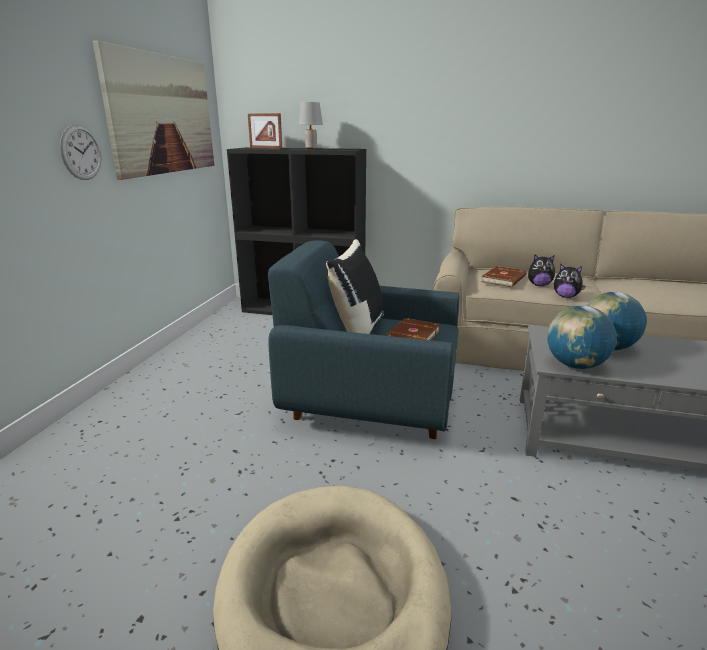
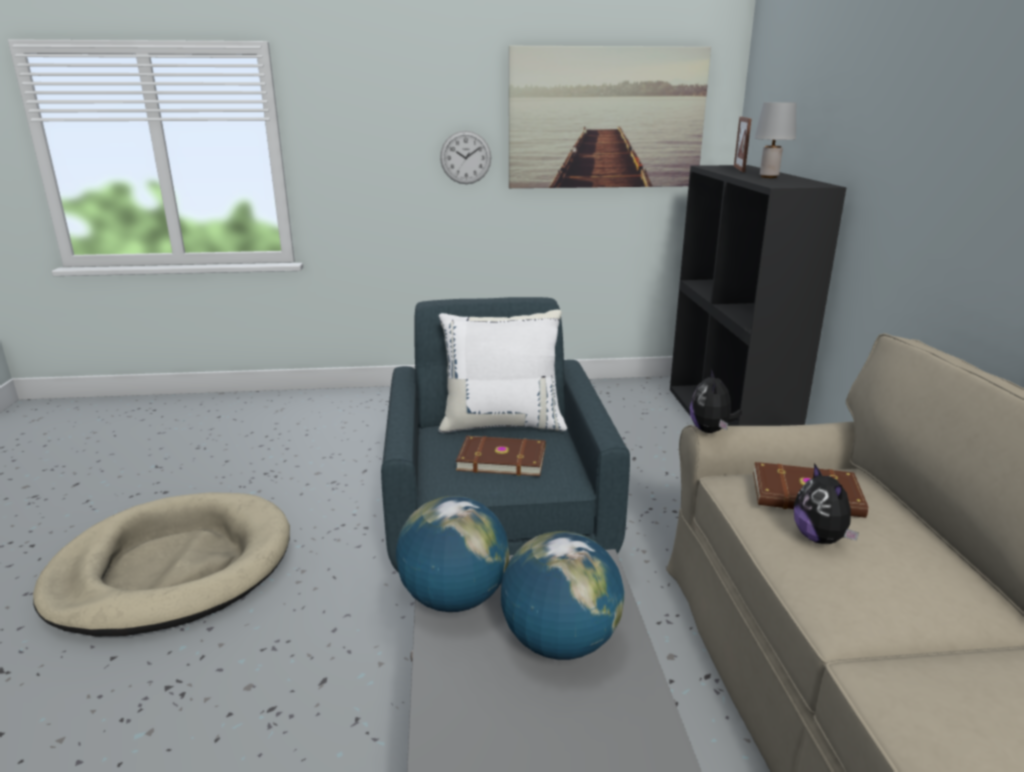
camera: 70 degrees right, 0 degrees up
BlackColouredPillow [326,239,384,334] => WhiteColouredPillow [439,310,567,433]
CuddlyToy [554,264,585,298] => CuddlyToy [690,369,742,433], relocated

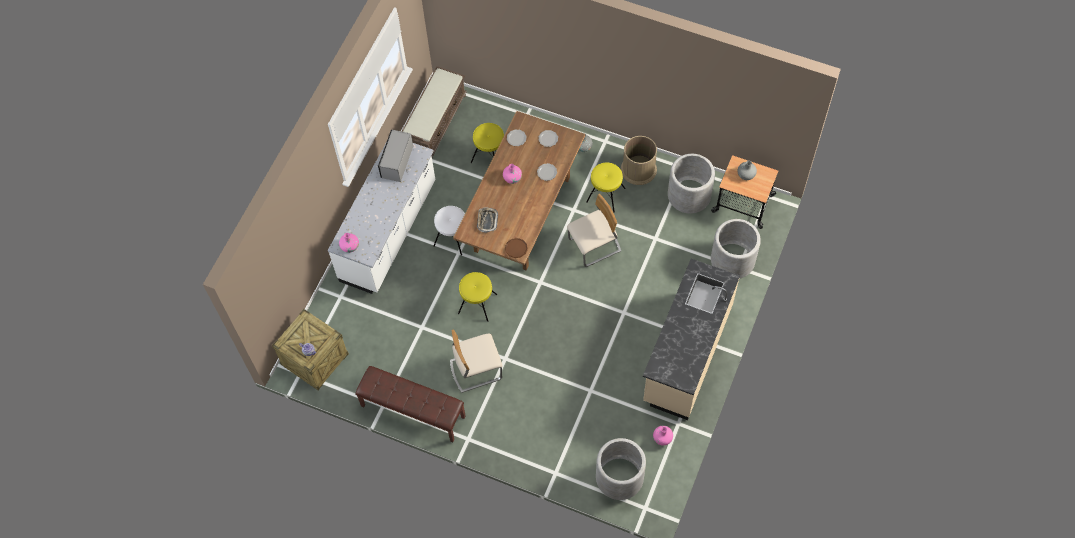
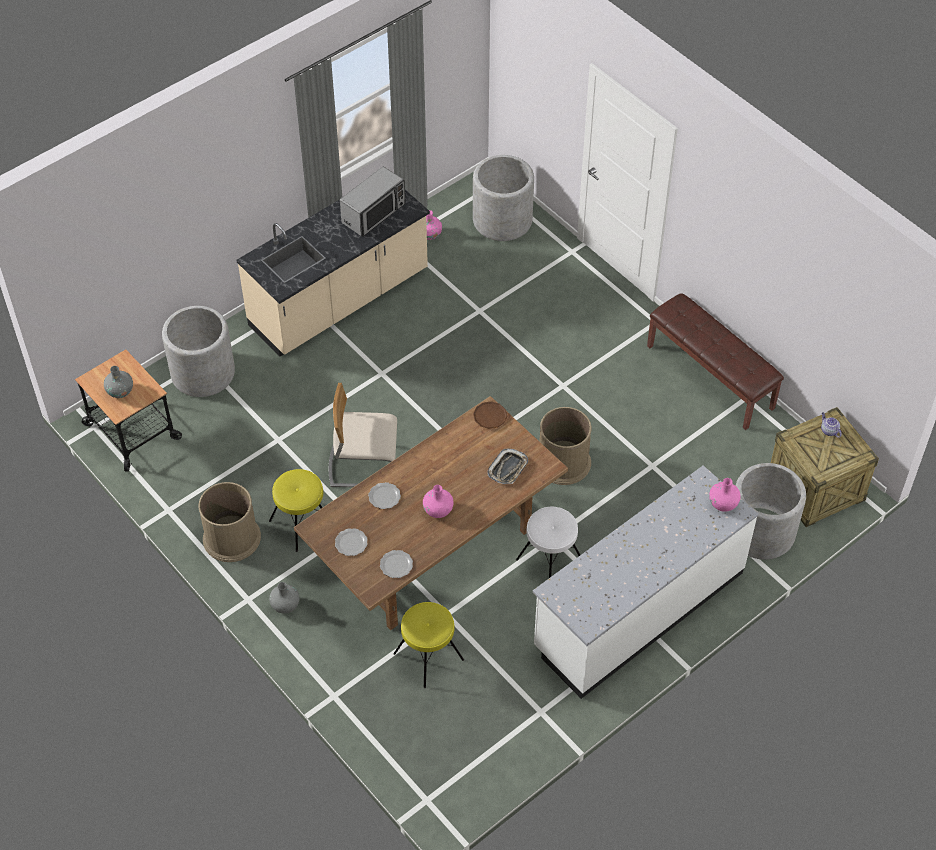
camera: 155 degrees left, 10 degrees down
MicrowaveOven [378,130,413,182] => MicrowaveOven [340,166,406,237], relocated
BrownLongSeat [402,66,467,157] => nothing
BeigeColouredChair [450,330,503,393] => nothing
YellowColouredSittingStool [458,272,497,322] => BrownRubbishBin [539,407,592,485]
GreyPlantPot [668,154,715,214] => GreyPlantPot [735,463,806,559], relocated

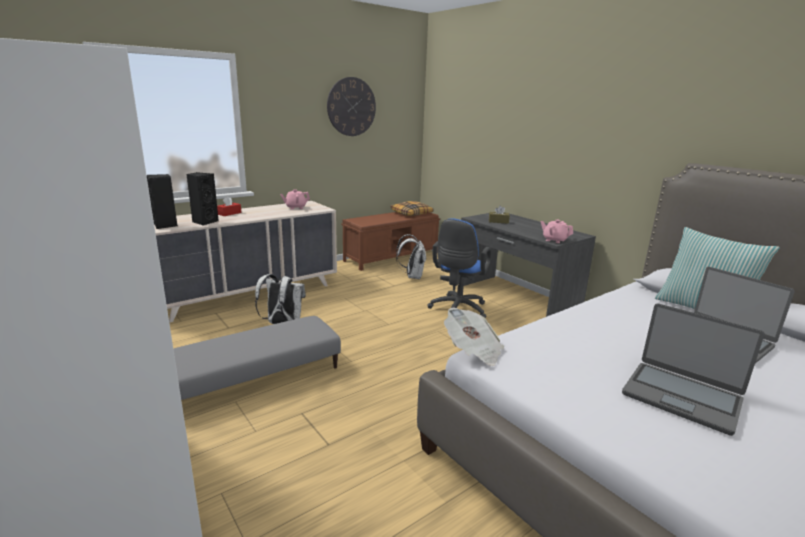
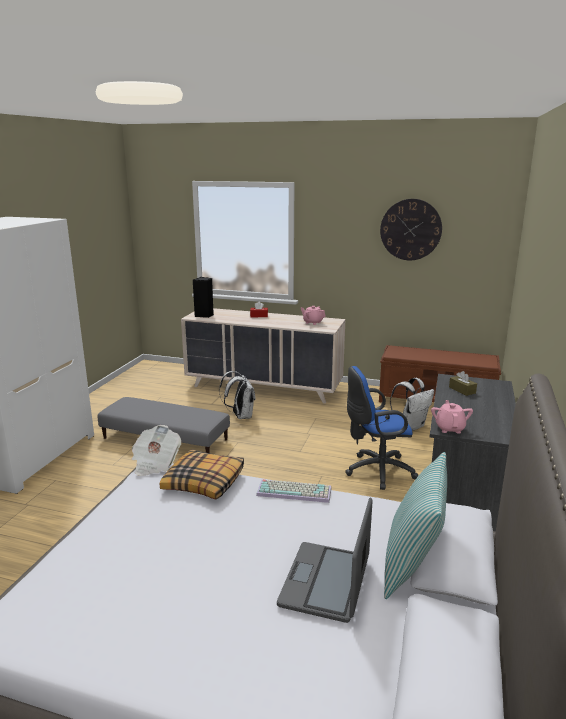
camera: 55 degrees right, 0 degrees up
BlackColouredAudioSpeaker [186,172,219,226] => nothing
Pillow [390,201,433,216] => Pillow [160,449,244,499], relocated
NotebookComputer [622,303,765,436] => nothing
nothing => Keyboard [256,479,331,503]

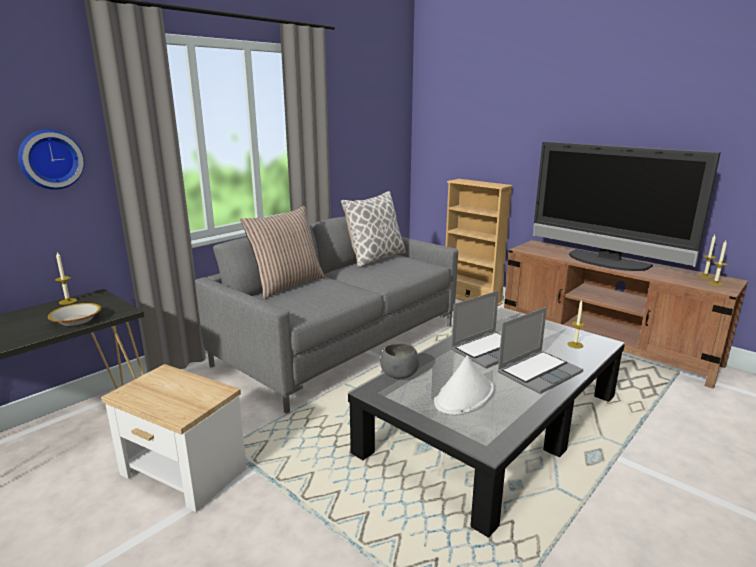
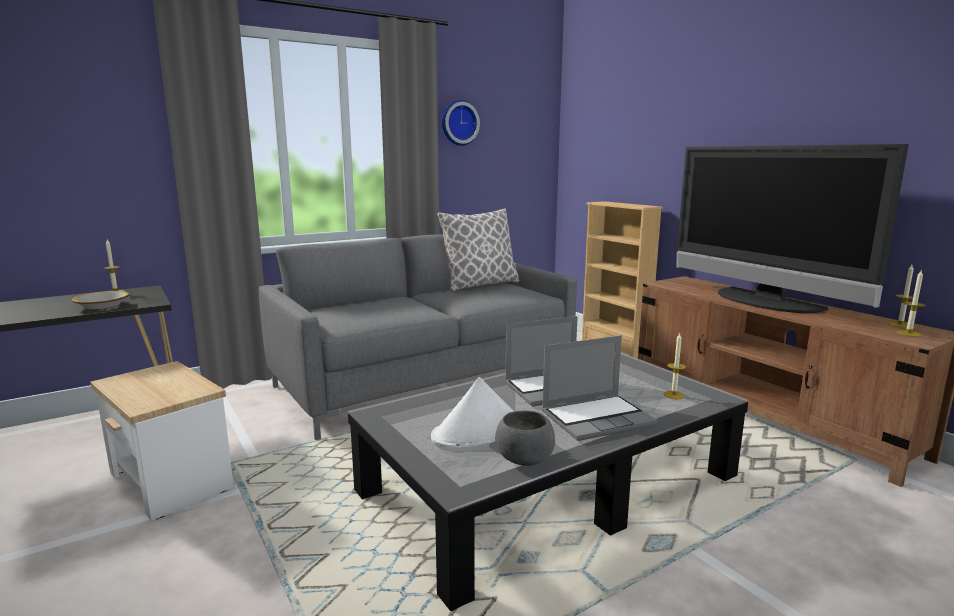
camera: 15 degrees right, 5 degrees down
HangingClock [18,129,85,190] => HangingClock [442,100,480,146], relocated
Pillow [240,206,325,299] => nothing
GreyBowl [380,343,419,379] => GreyBowl [495,410,555,466], relocated

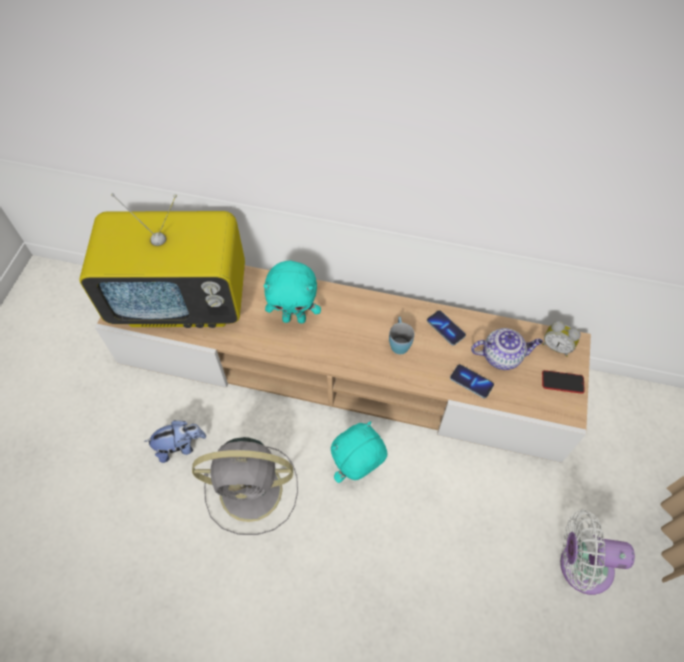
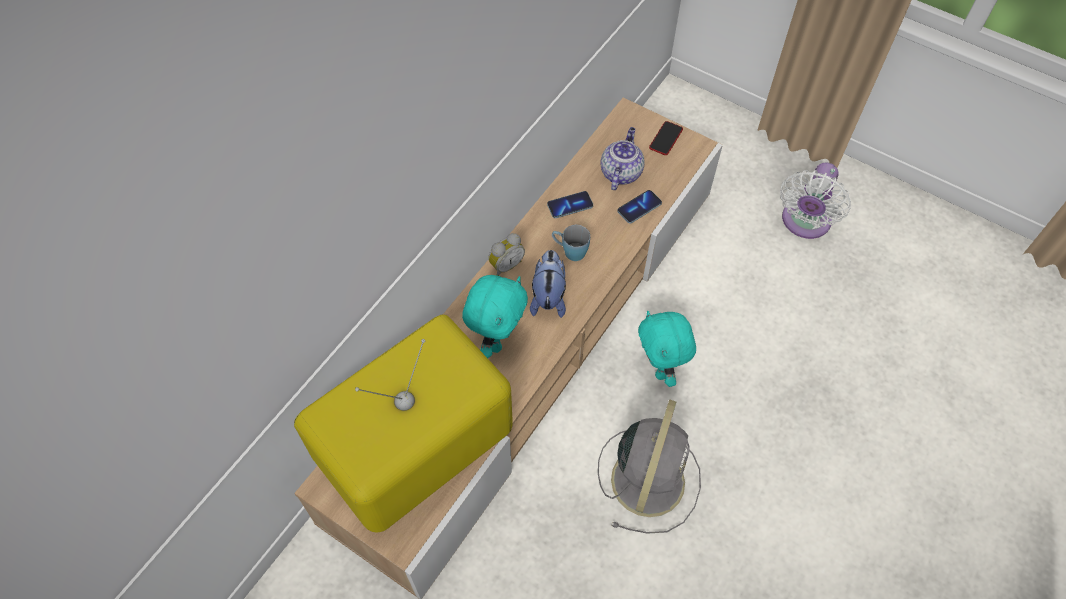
camera: 70 degrees left, 0 degrees up
Tv [79,193,245,328] => Tv [294,315,513,532], 150 degrees counterclockwise
CuddlyToy [144,420,206,463] => CuddlyToy [530,250,566,318], relocated
BedsideClock [542,320,581,357] => BedsideClock [488,233,525,276], relocated

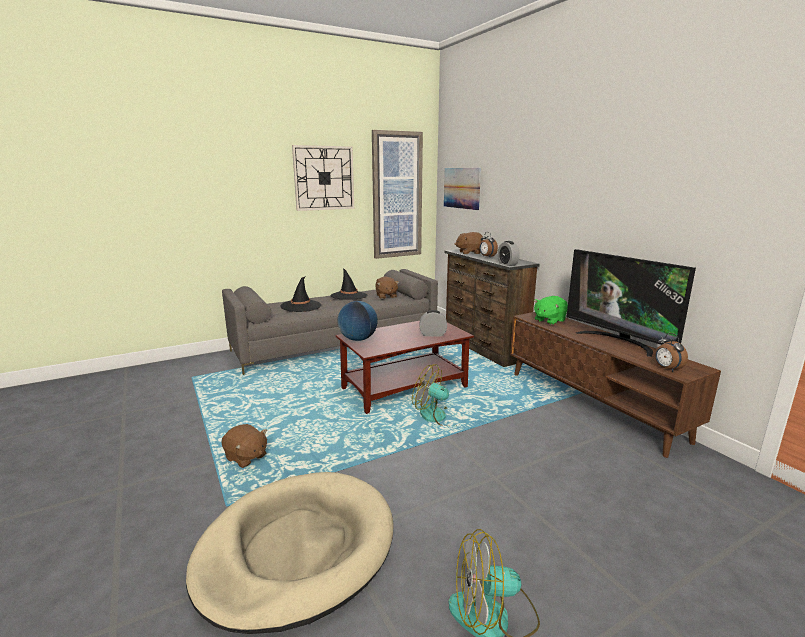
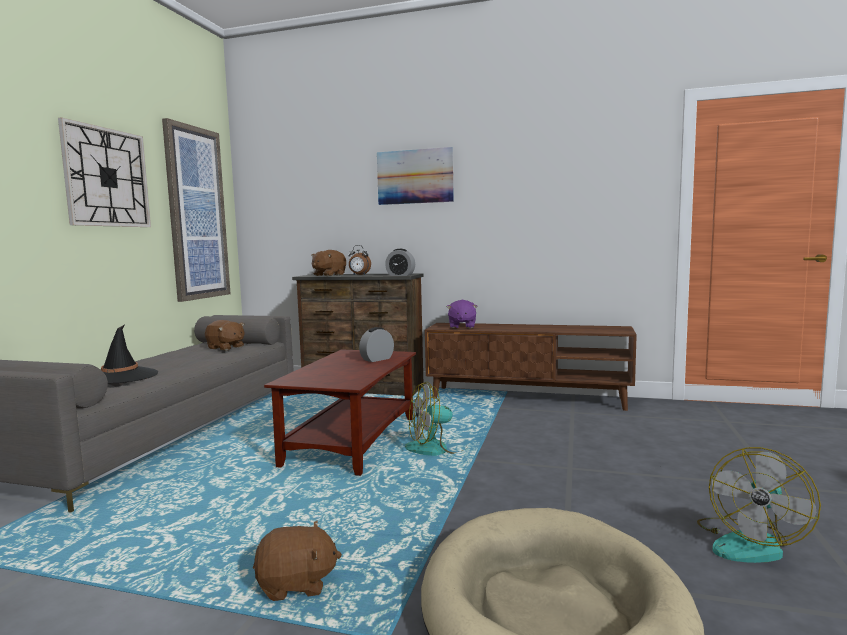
camera: 45 degrees left, 10 degrees down
BlackColouredHat [330,268,368,300] => nothing
DeskGlobe [337,301,378,341] => nothing
WallPicture [444,168,481,210] => WallPicture [377,147,454,205], relocated
GreenishCuddlyToy [534,296,568,325] => PurpleCuddlyToy [446,300,478,328]
Tv [566,249,696,357] => nothing
BedsideClock [655,333,688,372] => nothing

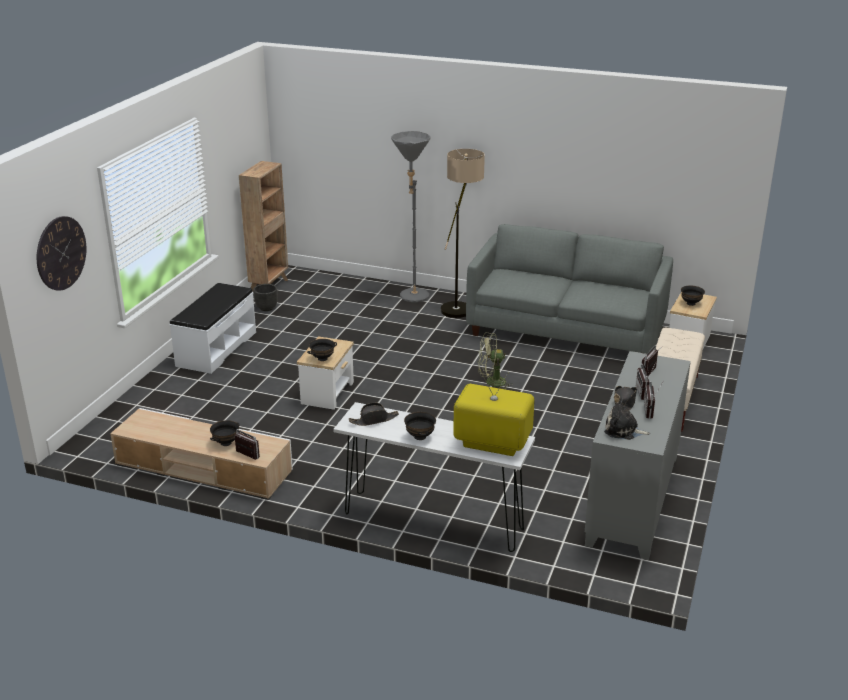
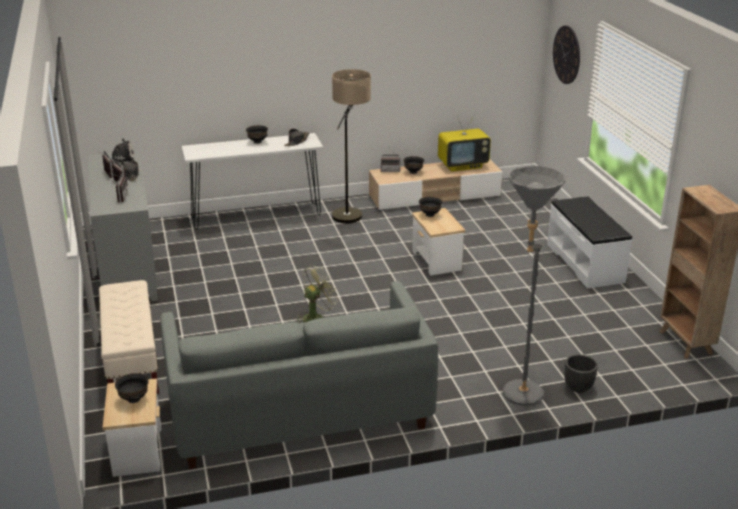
camera: 145 degrees right, 0 degrees up
BlackColouredPlantPot [253,284,278,311] => BlackColouredPlantPot [564,354,598,393], relocated
StandardLamp [441,149,485,318] => StandardLamp [332,69,371,223], relocated
Tv [453,369,535,456] => Tv [438,114,491,172], relocated

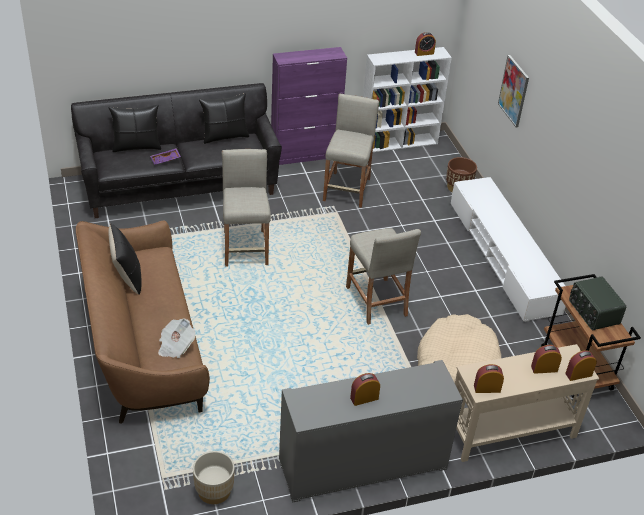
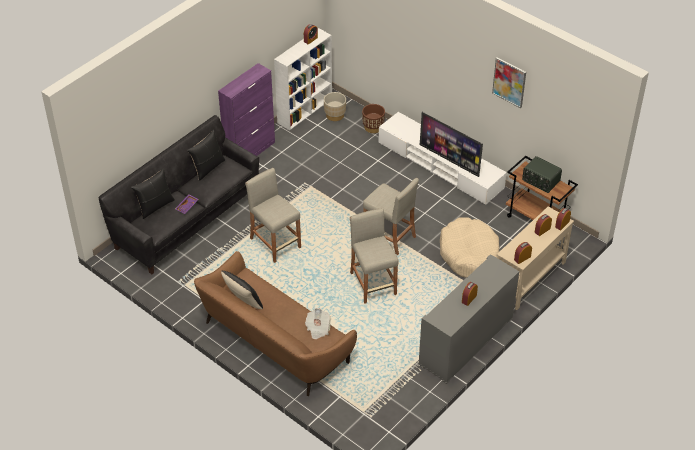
camera: 30 degrees left, 5 degrees up
BeigeColouredPlantPot [193,451,235,504] => BeigeColouredPlantPot [324,92,346,121], relocated
BeigeColouredSittingStool [323,94,379,208] => BeigeColouredSittingStool [350,208,399,304], relocated
WallPicture [498,55,529,127] => WallPicture [492,57,526,108], relocated
nothing => Tv [420,112,483,177]

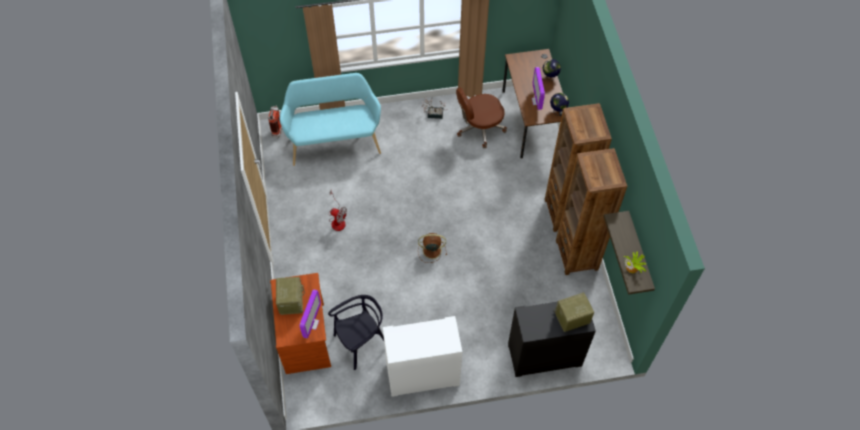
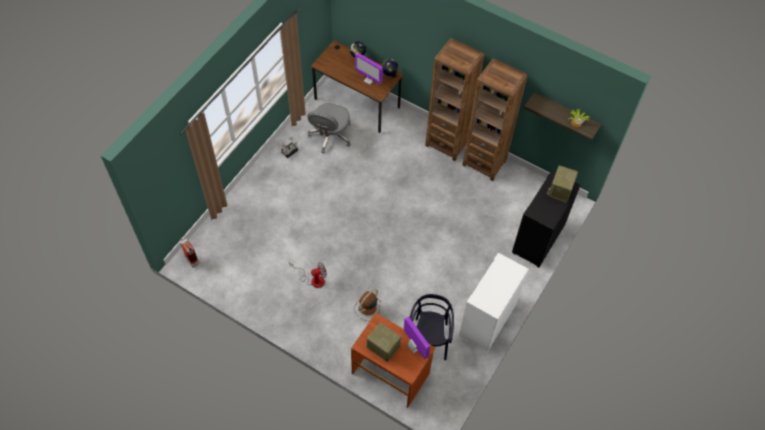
camera: 50 degrees left, 0 degrees up
TurquoiseColouredLongSeat [279,73,381,166] => nothing
BrownElectricFan [418,233,447,263] => BrownElectricFan [354,289,381,321], relocated
BrownOfficeChair [456,87,507,148] => GreyOfficeChair [308,103,351,153]

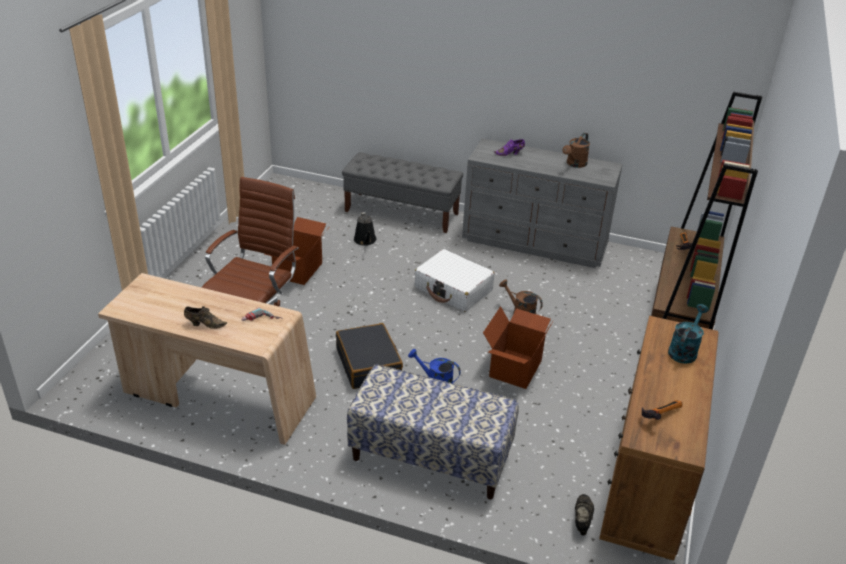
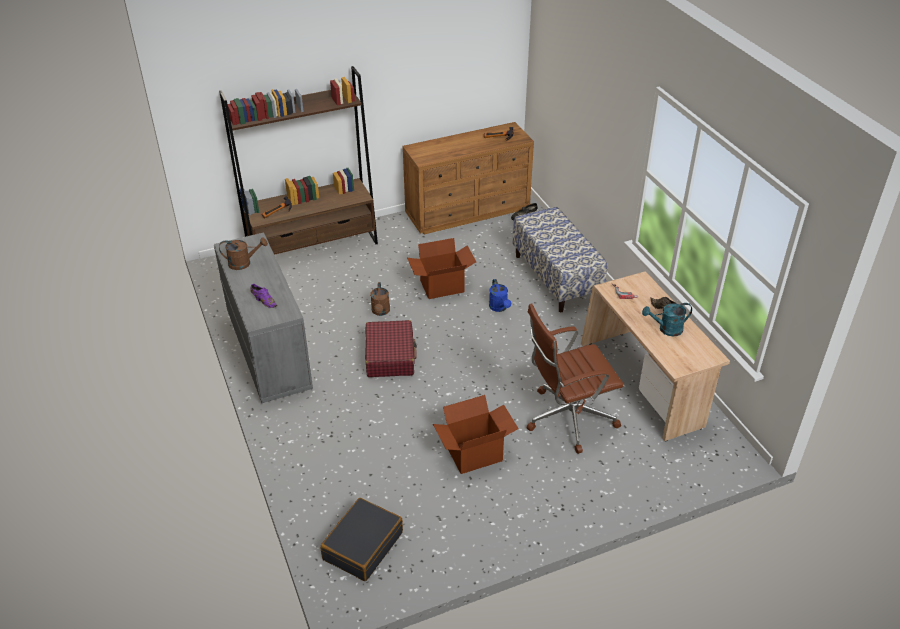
camera: 130 degrees left, 5 degrees up
BlackColouredSuitcase [336,323,403,389] => BlackColouredSuitcase [321,498,403,581], relocated
GreyLongSeat [342,152,463,233] => nothing
BlackColouredWateringPot [354,212,377,246] => nothing
WhiteColouredSuitcase [414,249,495,312] => ReddishSuitcase [365,320,417,377]
TurquoiseColouredWateringPot [668,304,709,364] => TurquoiseColouredWateringPot [642,303,692,336], relocated

